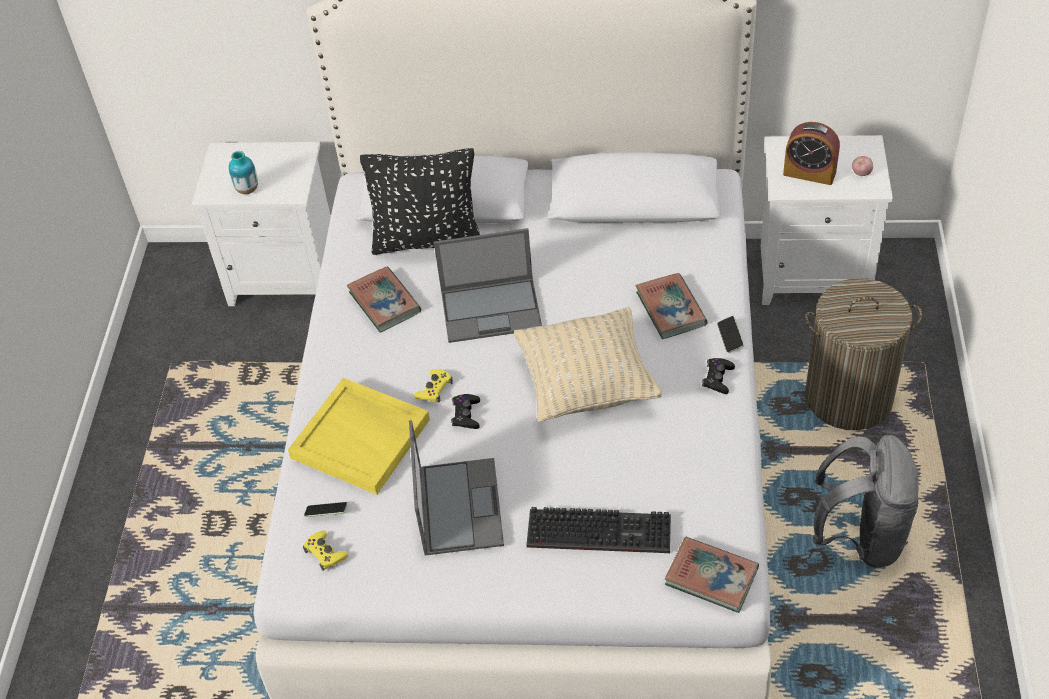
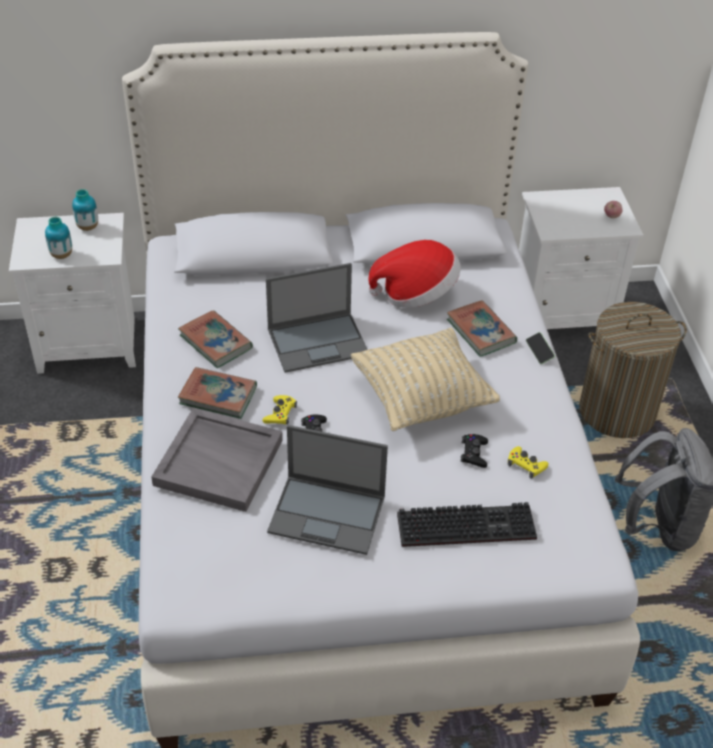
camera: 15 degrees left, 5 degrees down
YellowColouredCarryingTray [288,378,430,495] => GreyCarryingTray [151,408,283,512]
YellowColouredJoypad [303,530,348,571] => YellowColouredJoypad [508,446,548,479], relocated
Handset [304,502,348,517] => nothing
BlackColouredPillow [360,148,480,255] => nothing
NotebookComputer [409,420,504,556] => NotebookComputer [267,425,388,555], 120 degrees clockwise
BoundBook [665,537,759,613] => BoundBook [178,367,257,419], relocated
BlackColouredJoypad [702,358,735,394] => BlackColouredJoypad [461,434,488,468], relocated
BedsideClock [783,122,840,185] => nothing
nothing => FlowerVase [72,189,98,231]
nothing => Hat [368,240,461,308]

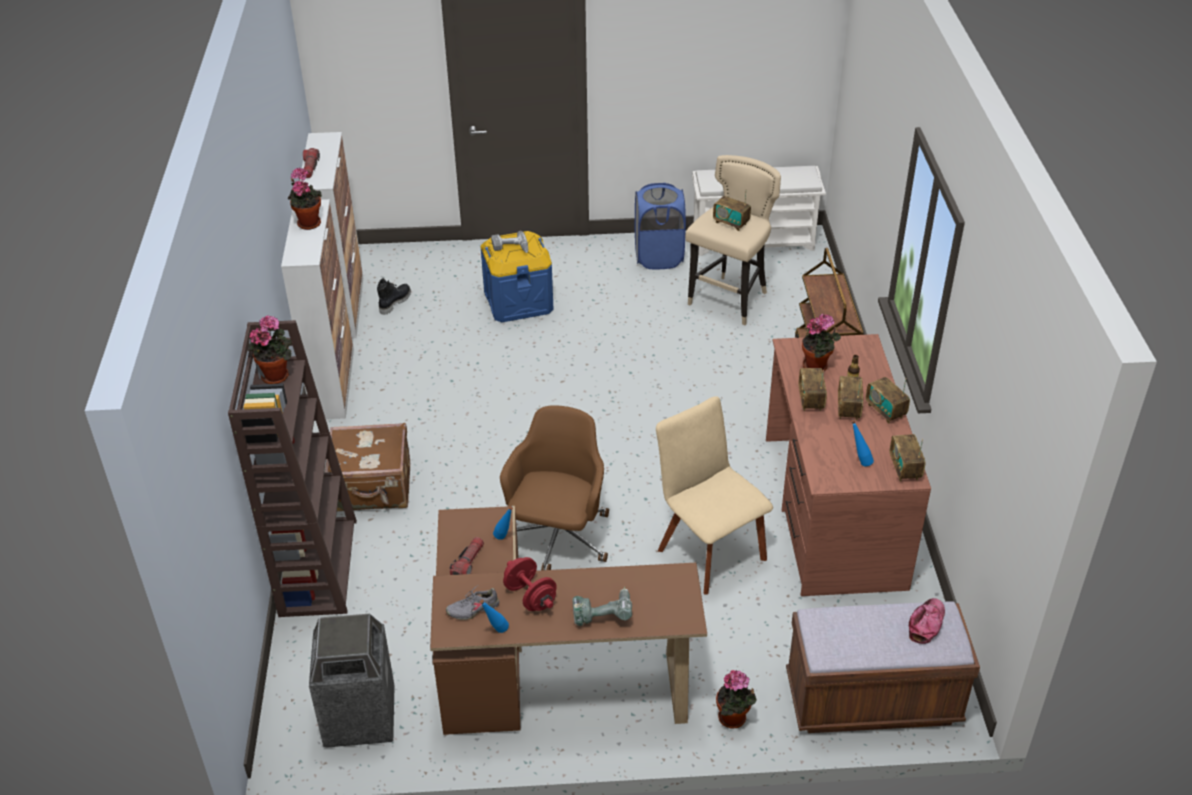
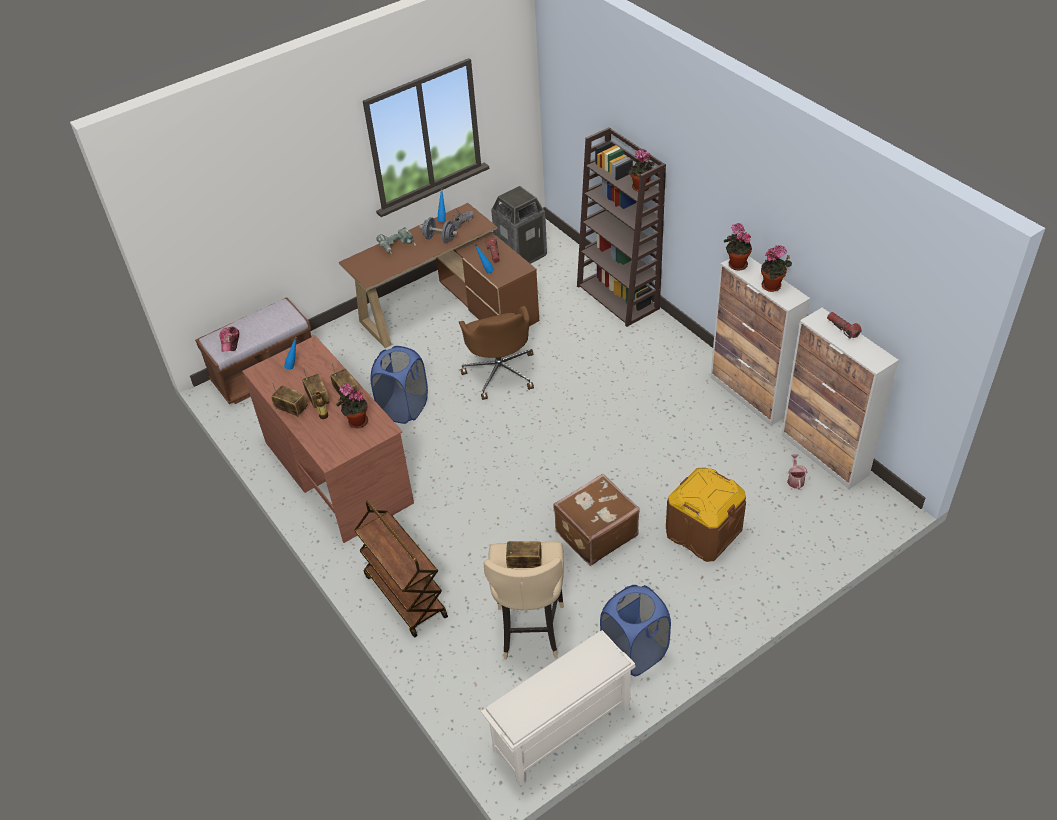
camera: 150 degrees right, 5 degrees up
BrownSuitcase [325,423,410,511] => BrownSuitcase [553,474,640,566], relocated
BlackColouredTallBoot [377,278,411,315] => WateringPot [787,455,807,489]
BlueColouredStorageBox [481,231,553,322] => BrownStorageBox [666,467,746,562]
ElectricDrill [491,231,528,253] => nothing
ReddishDumbbell [503,557,556,611] => GreyDumbbell [419,217,458,243]
BeigeColouredChair [656,396,773,595] => BlueColouredLaundryBasket [371,346,428,424]
Houseplant [716,670,757,729] => Houseplant [724,223,752,271], relocated
Radio [890,434,926,482] => nothing

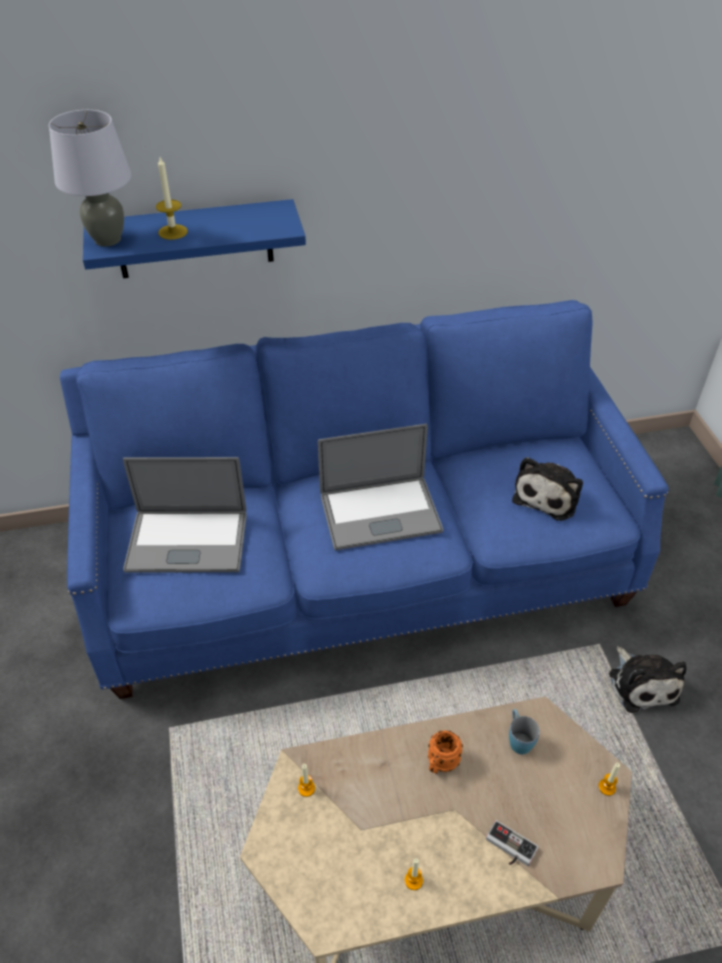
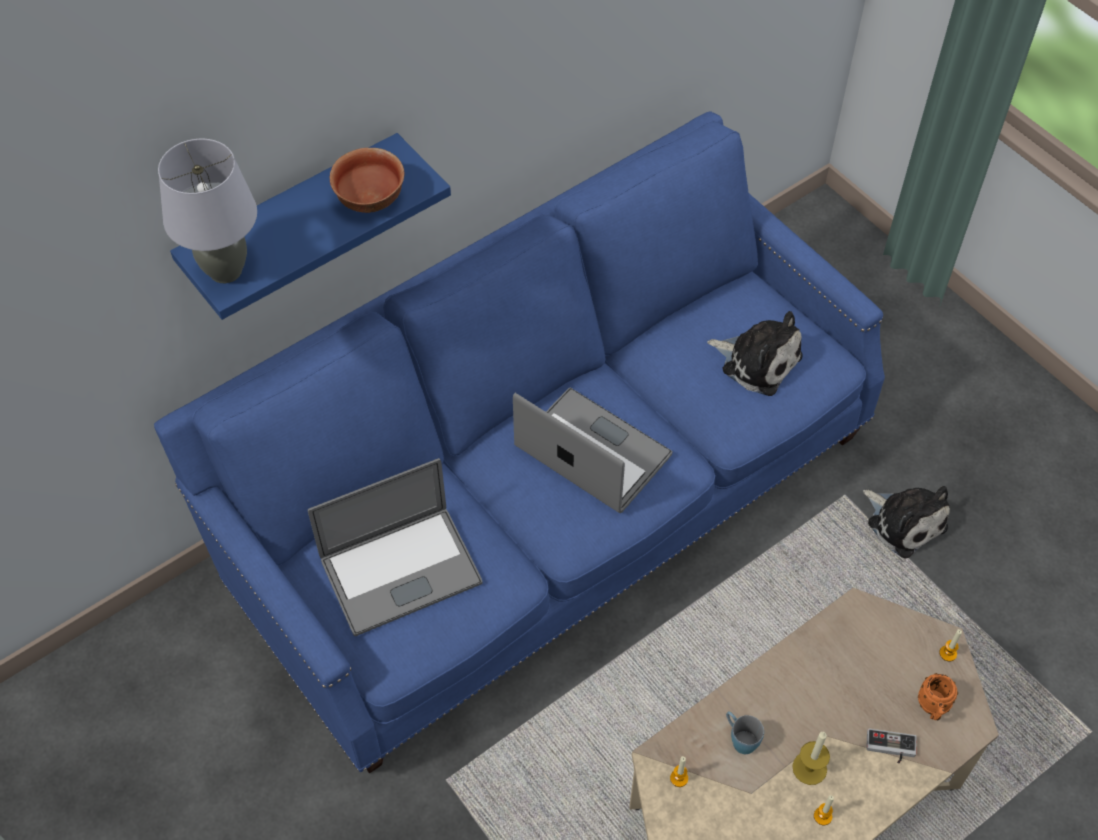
camera: 25 degrees left, 10 degrees up
WaxLight [156,157,188,240] => WaxLight [792,732,830,785], relocated
NotebookComputer [318,424,443,550] => NotebookComputer [513,387,672,513], 105 degrees counterclockwise
OrangeColouredMug [428,730,463,774] => OrangeColouredMug [918,673,958,720], relocated
BlueColouredMug [509,709,540,754] => BlueColouredMug [726,711,764,754], relocated
CuddlyToy [512,457,583,521] => CuddlyToy [707,311,803,396], 60 degrees counterclockwise
nothing => Bowl [330,148,404,213]

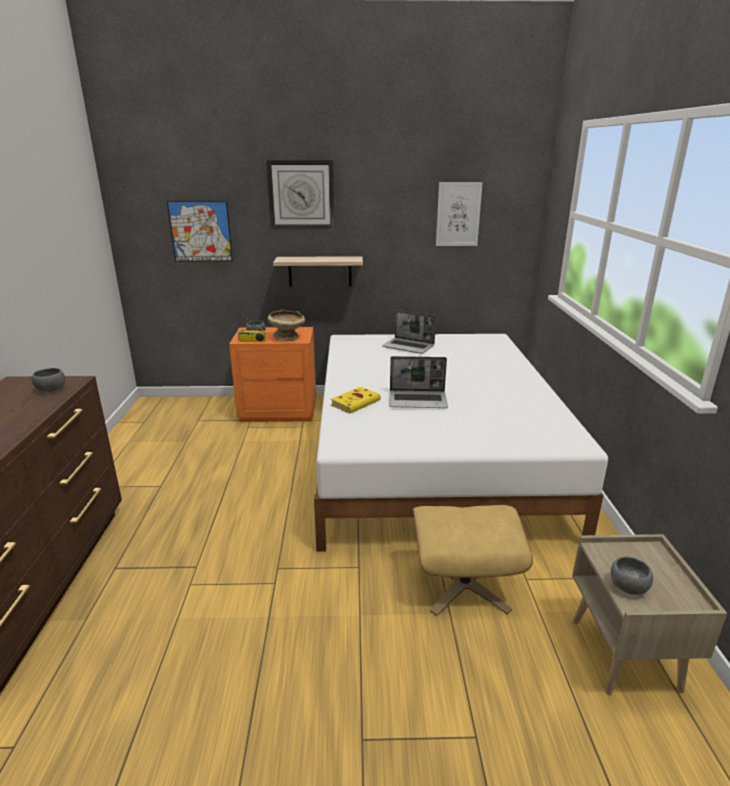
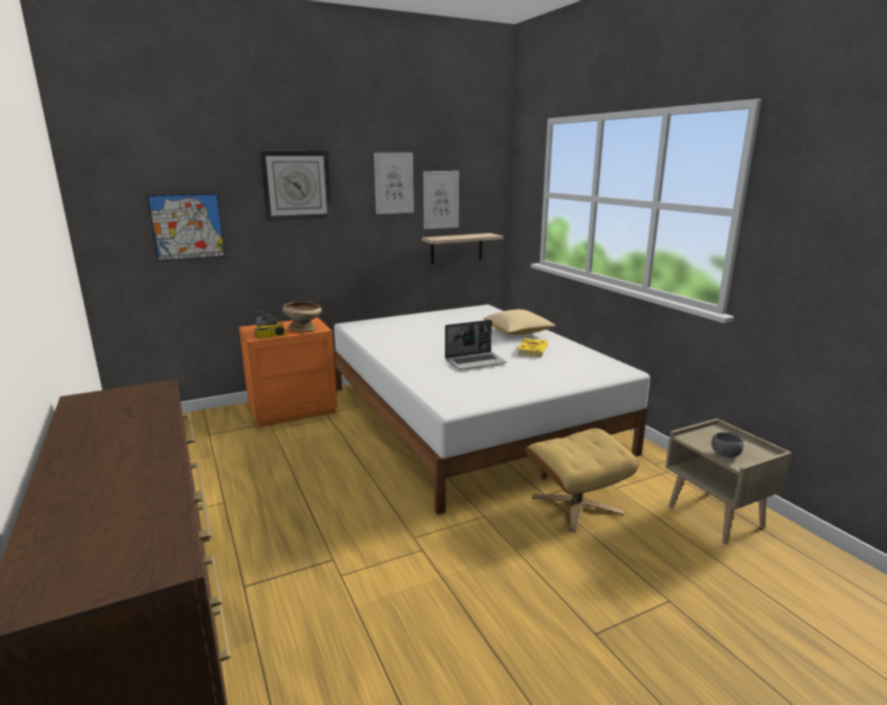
camera: 25 degrees left, 5 degrees down
GreyBowl [31,368,65,392] => nothing
WallShelf [273,256,363,287] => WallShelf [422,233,503,264], relocated
YellowColouredBoundBook [331,387,381,414] => YellowColouredBoundBook [517,338,548,357], relocated
NotebookComputer [382,310,436,354] => nothing
nothing => WallPicture [374,153,414,214]
nothing => Pillow [484,309,556,335]

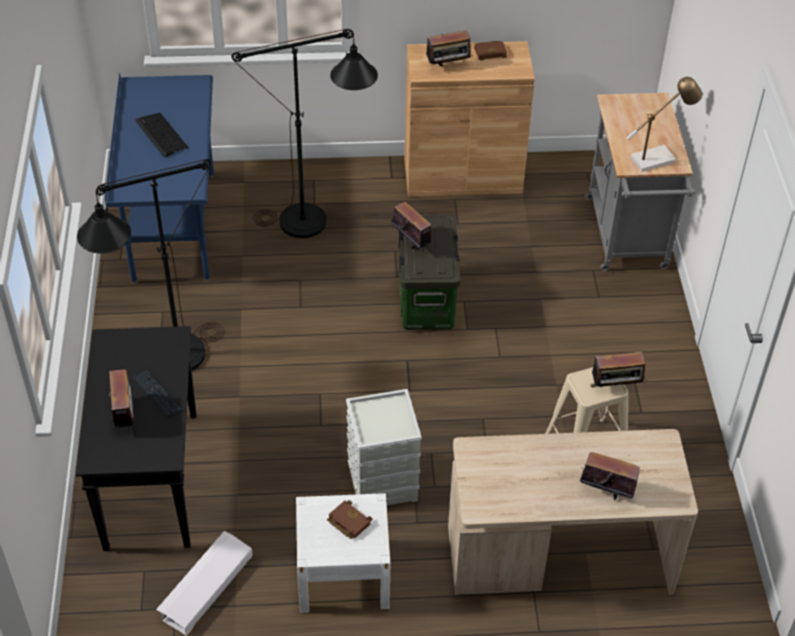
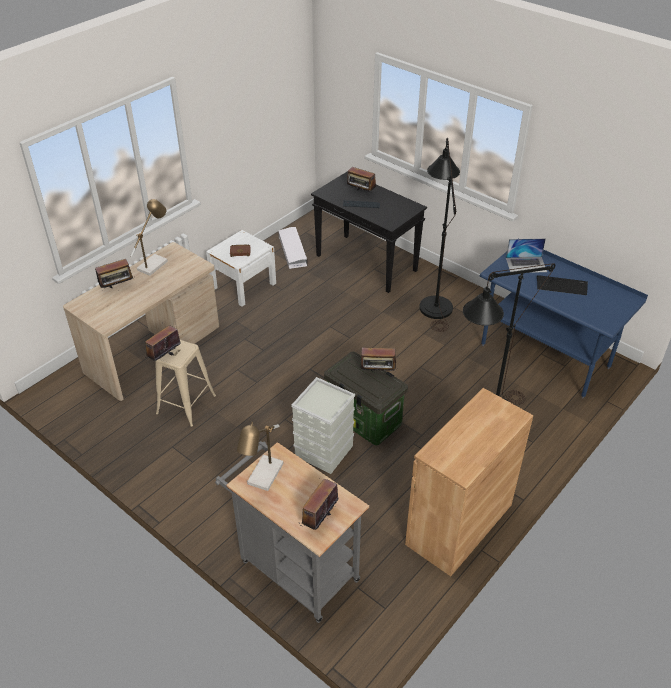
camera: 135 degrees right, 5 degrees down
GreyStorageBox [346,389,422,505] => GreyStorageBox [291,377,355,474], relocated
Radio [426,30,473,66] => Radio [299,478,338,530], relocated
BrownBoundBook [475,41,507,61] => nothing
nothing => LampForATable [130,199,168,276]
nothing => NotebookComputer [506,238,547,273]

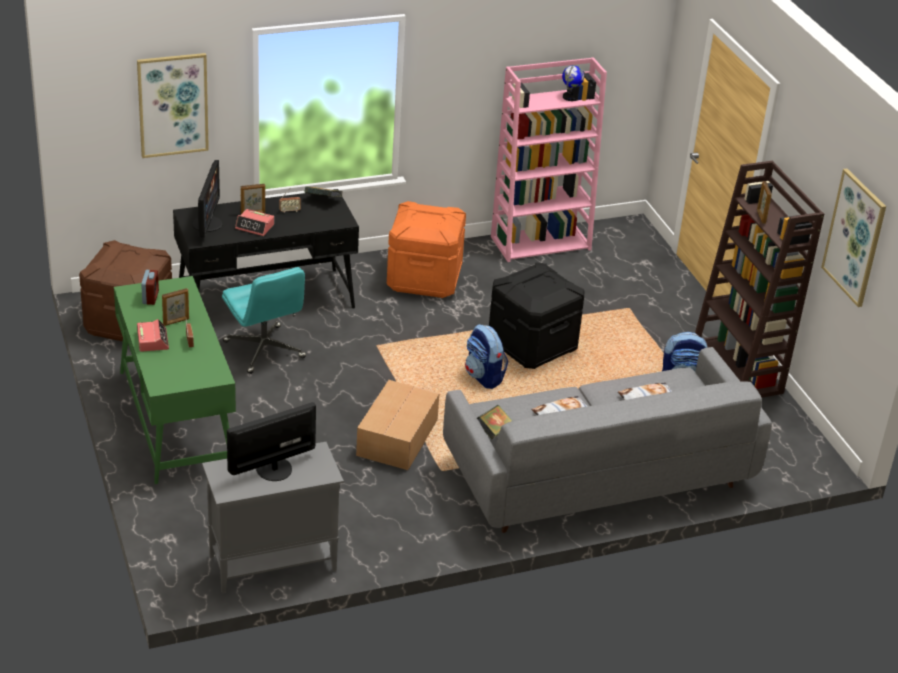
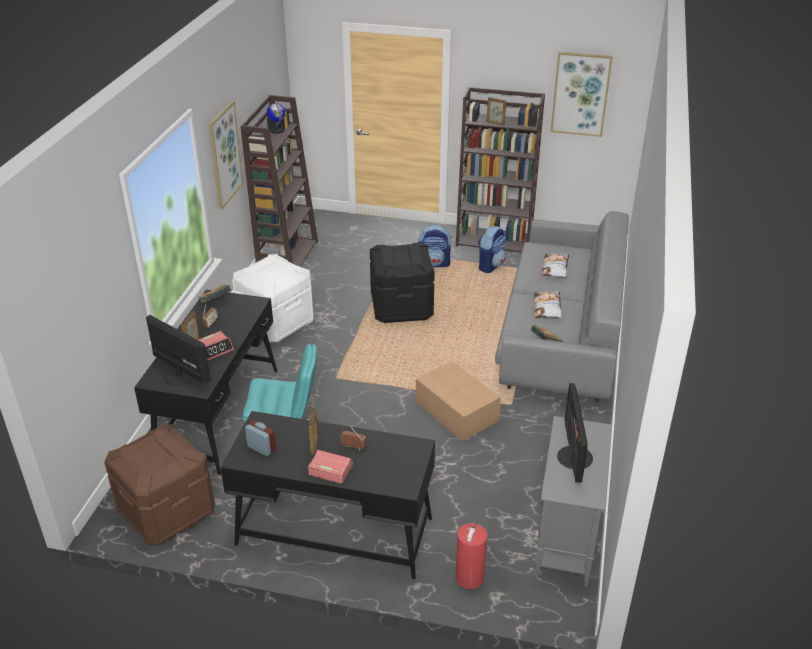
camera: 55 degrees left, 0 degrees up
GreenishDeskTable [114,276,236,484] => BlackColouredDeskTable [220,411,435,579]
WallPicture [137,53,209,158] => WallPicture [209,101,243,209], relocated
OrangeColouredStorageBox [387,201,466,298] => WhiteColouredStorageBox [232,254,313,343]
Knapsack [465,324,508,389] => Knapsack [418,225,452,267], relocated
PinkShelvingUnit [491,57,607,262] => BrownShelvingUnit [241,95,318,267]
nothing => Extinguisher [456,521,487,589]

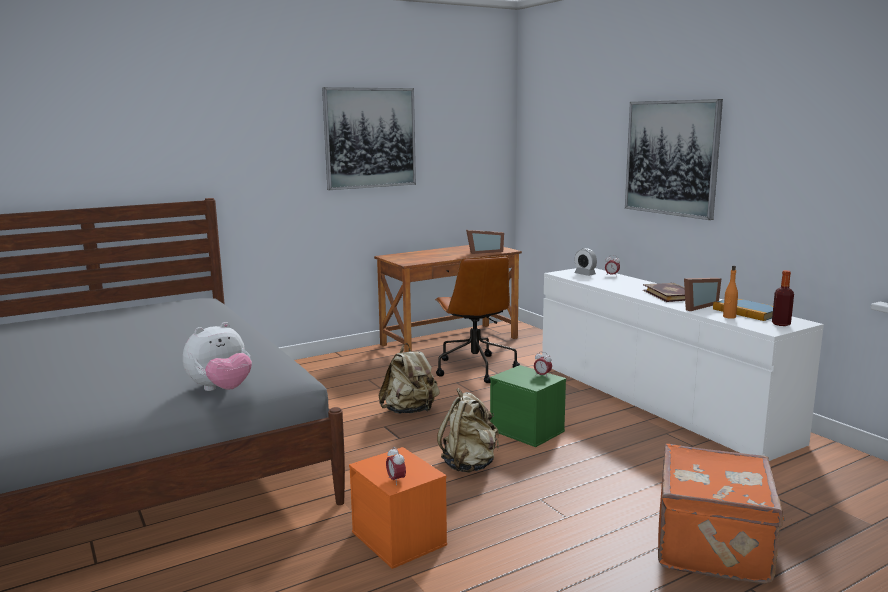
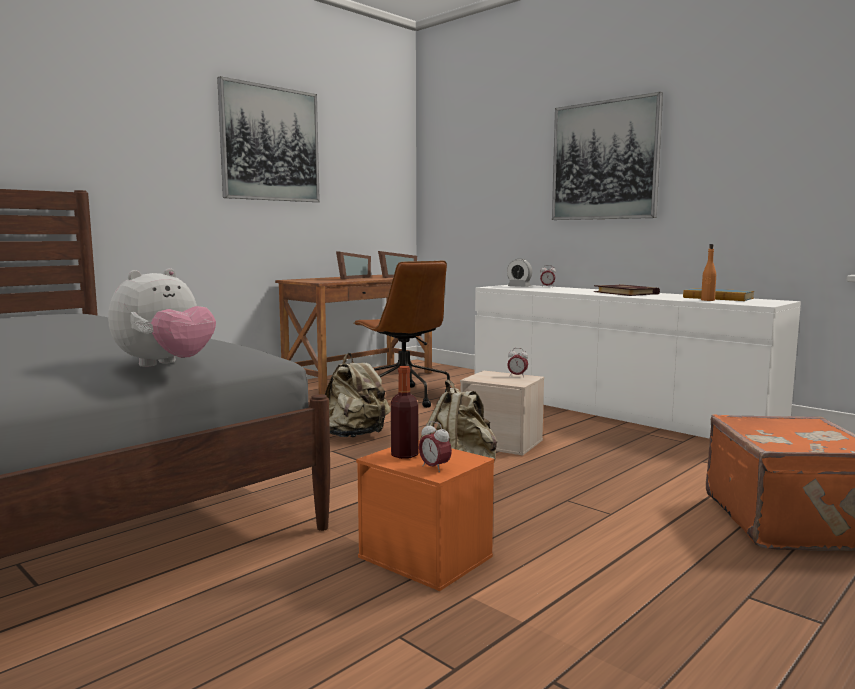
camera: 15 degrees left, 5 degrees down
GreenishStorageBox [490,365,566,447] => BeigeColouredStorageBox [460,371,545,456]
StandingFrame [684,278,721,311] => StandingFrame [336,252,371,279], relocated
Bottle [772,270,794,326] => Bottle [391,366,419,459], relocated

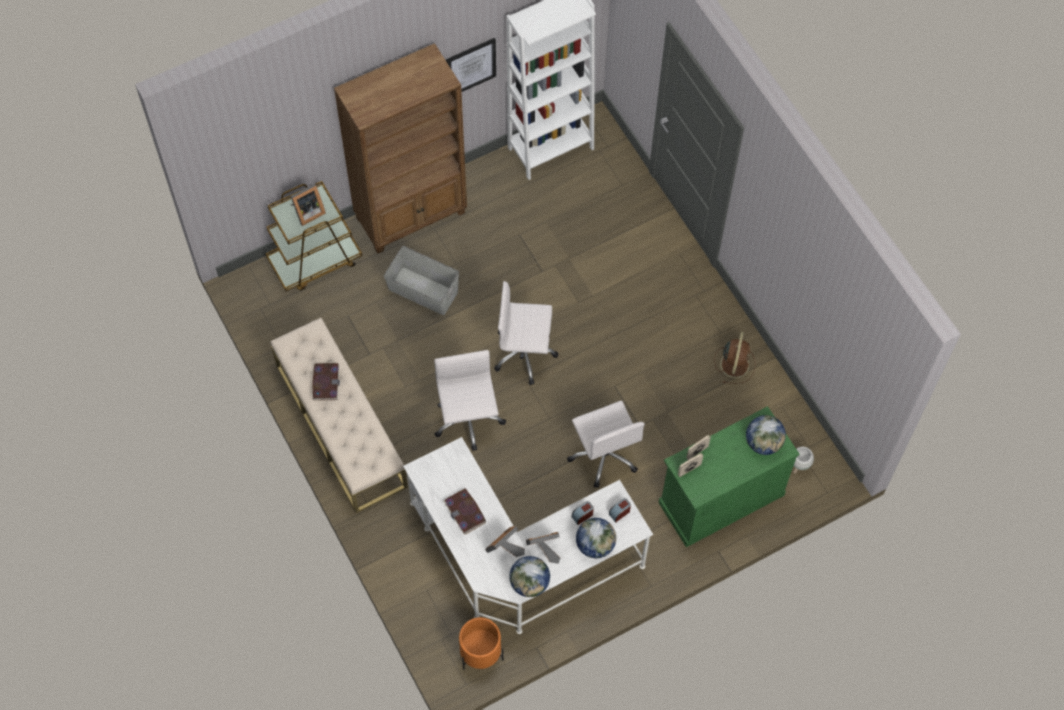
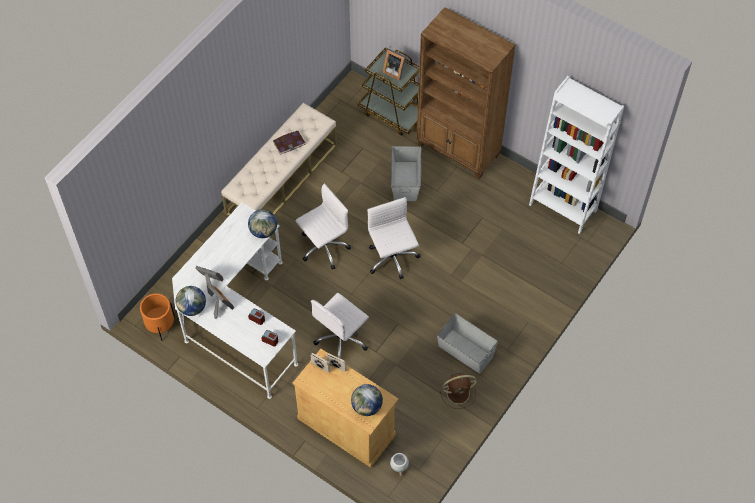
camera: 65 degrees right, 5 degrees down
BoundBook [443,488,486,535] => nothing
WallPicture [446,38,496,92] => nothing
DeskGlobe [576,518,616,558] => DeskGlobe [248,209,277,238], relocated
GreenishCabinet [658,406,799,547] => BeigeColouredCabinet [293,349,399,468]
nothing => GreyStorageBox [437,313,498,374]

